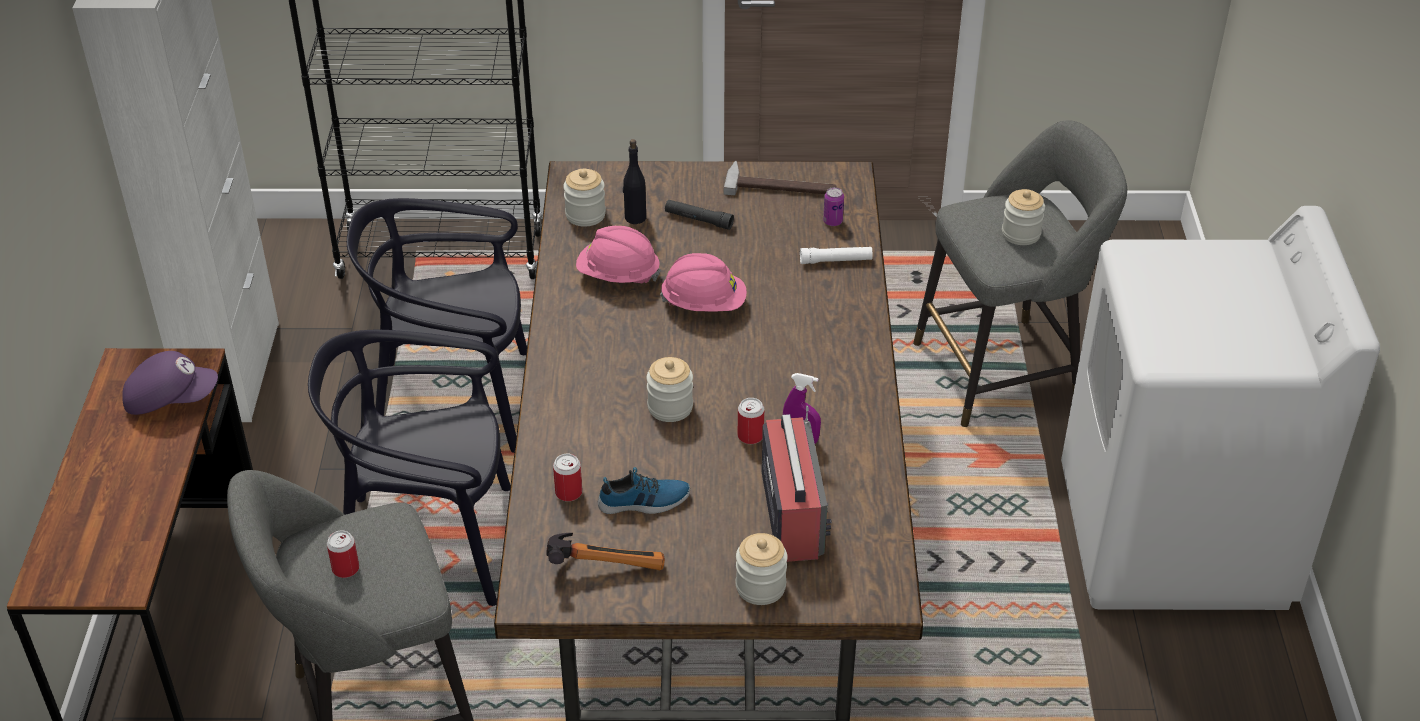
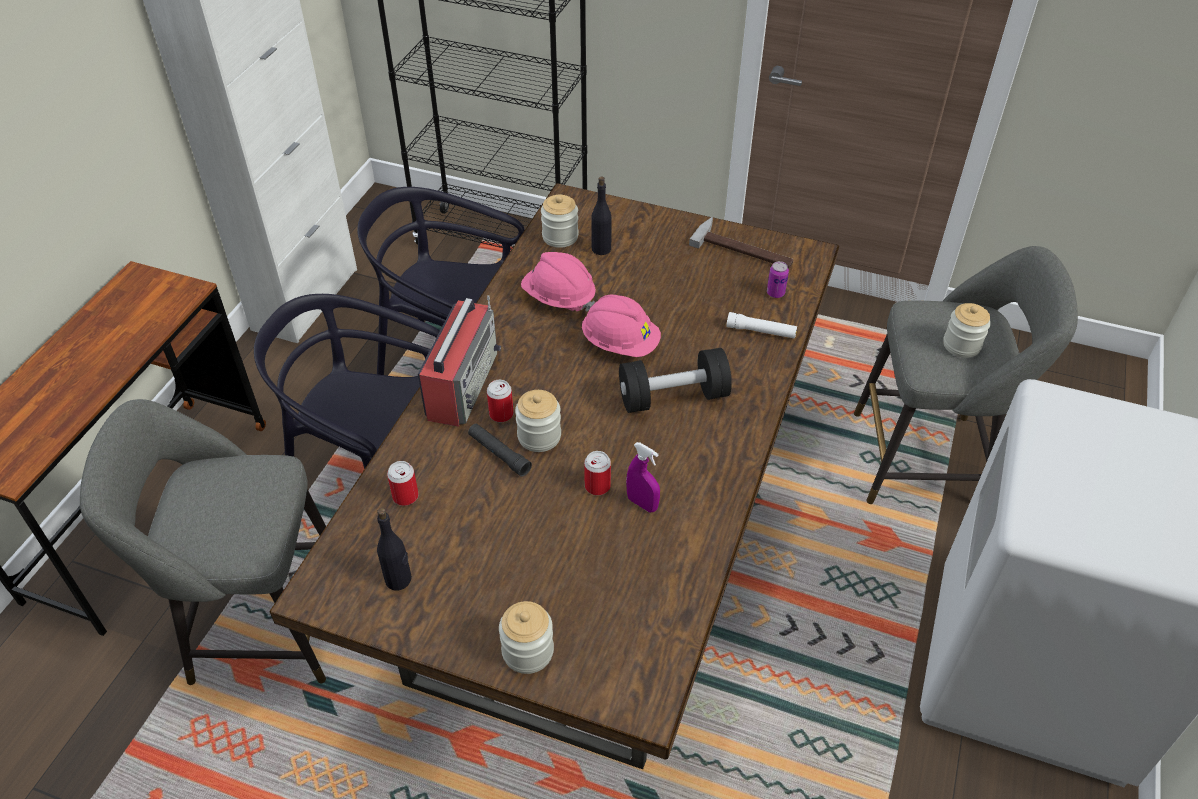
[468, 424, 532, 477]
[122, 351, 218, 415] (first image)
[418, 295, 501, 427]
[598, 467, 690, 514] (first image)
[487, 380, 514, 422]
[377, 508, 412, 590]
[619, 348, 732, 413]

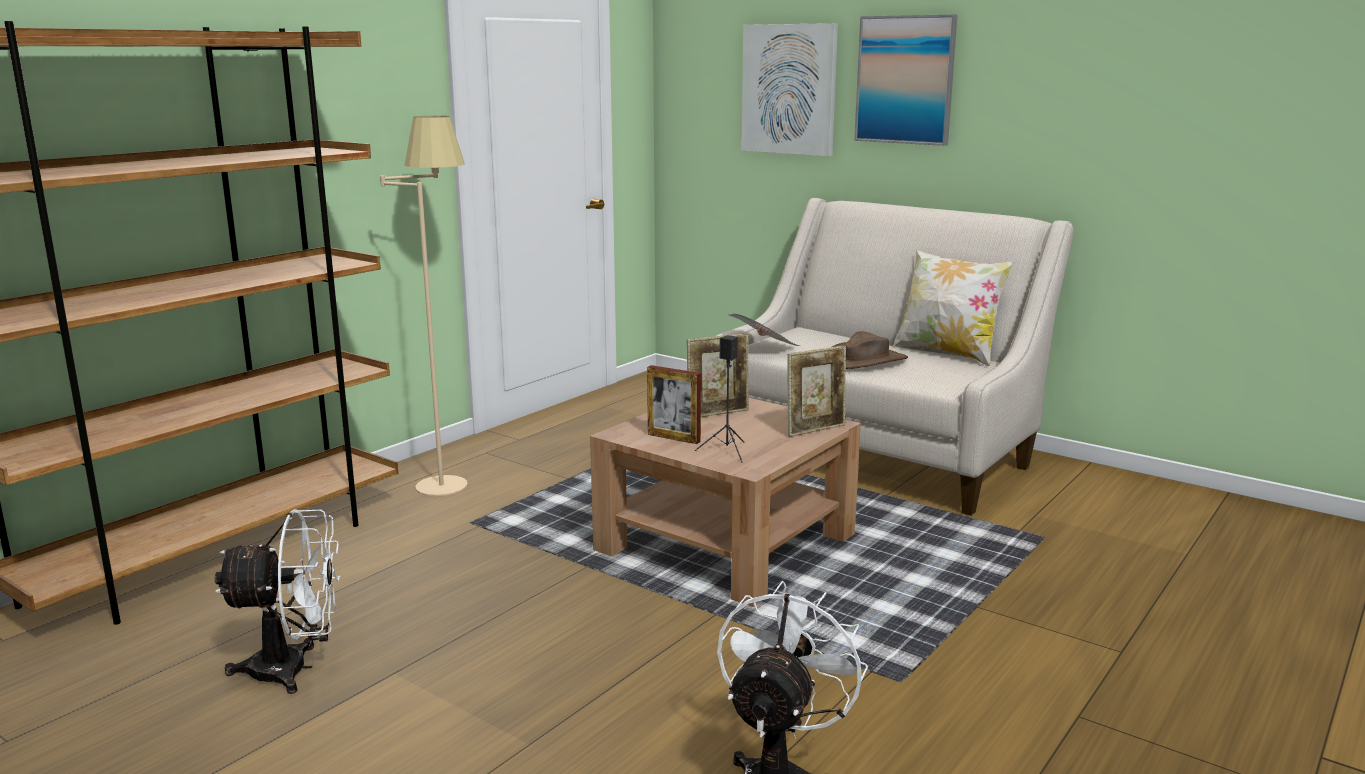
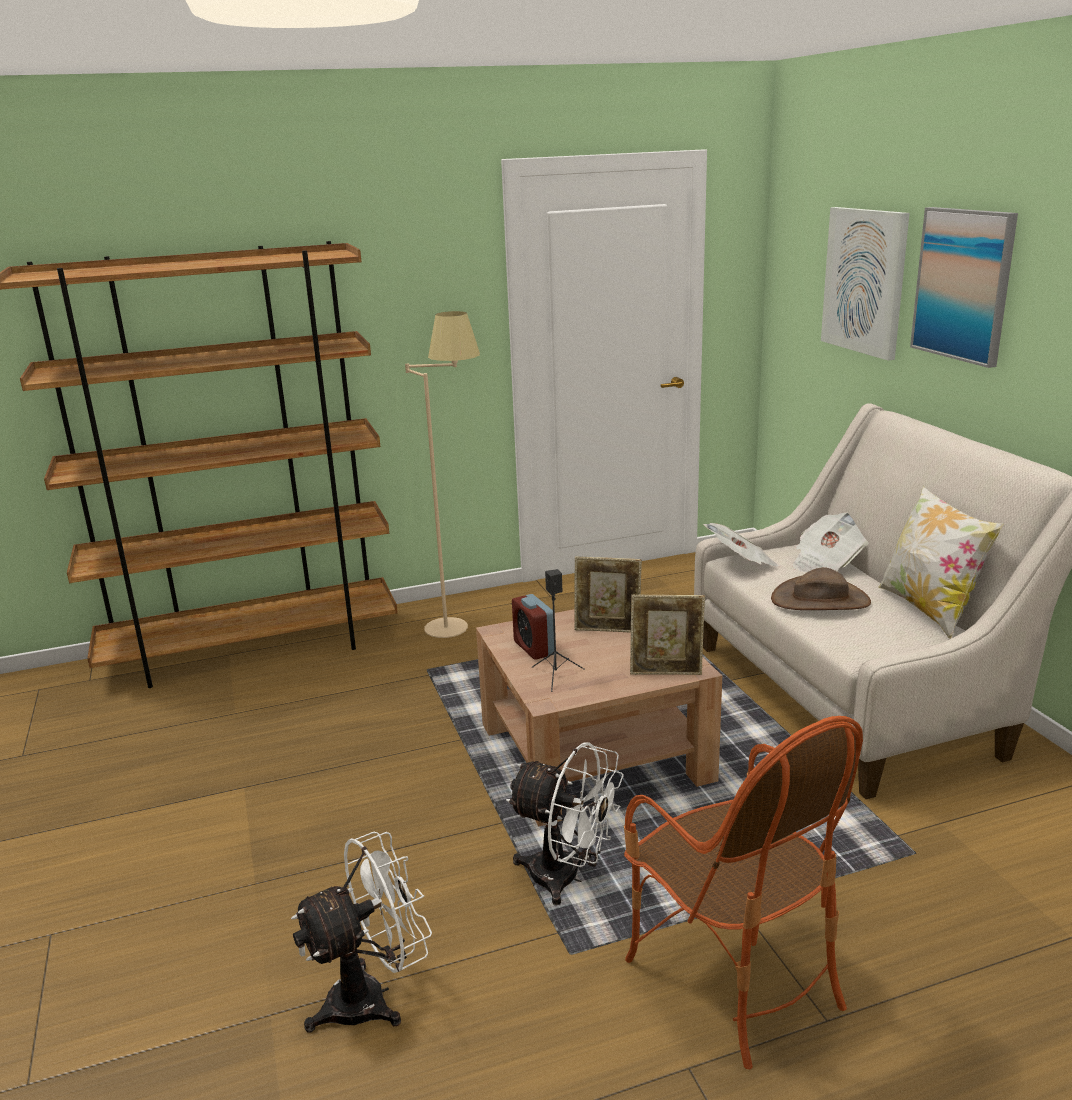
[512, 594, 554, 659]
[506, 742, 624, 905]
[792, 512, 869, 572]
[624, 716, 863, 1069]

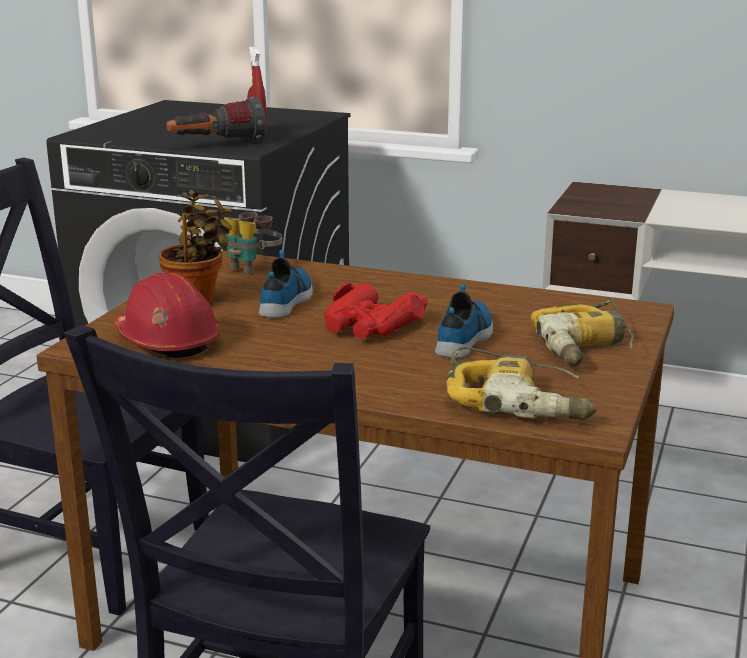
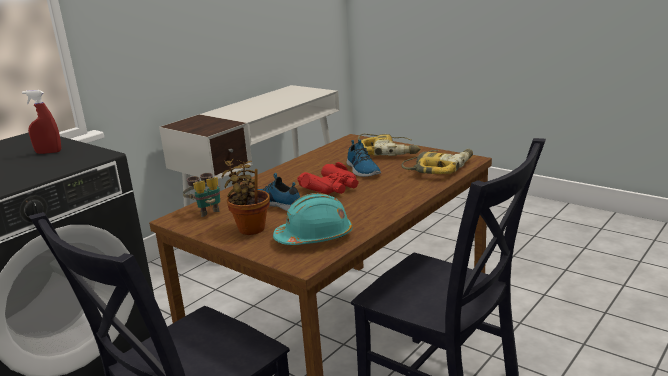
[166, 97, 266, 142] (first image)
[273, 193, 353, 245]
[346, 140, 381, 177]

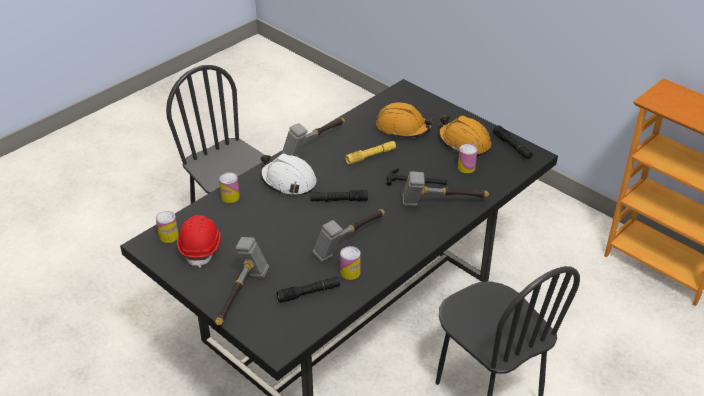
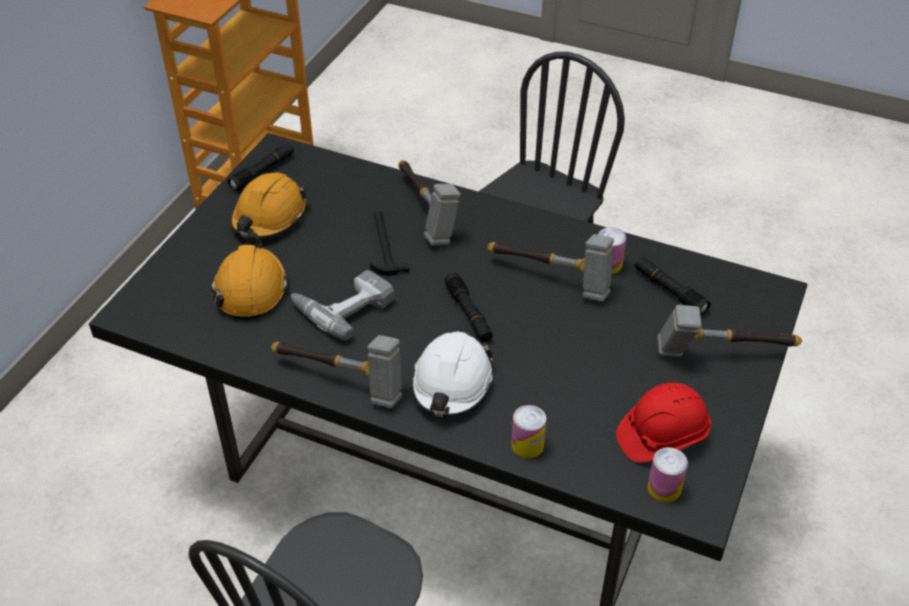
[291, 270, 394, 340]
[458, 144, 477, 173] (first image)

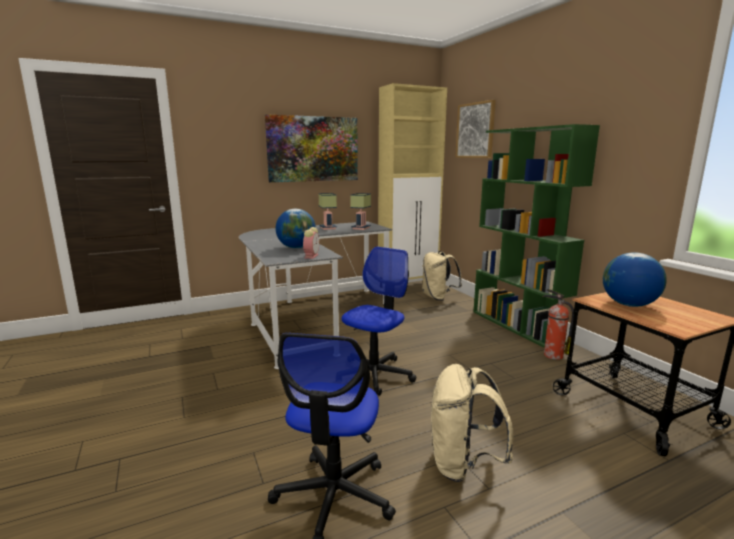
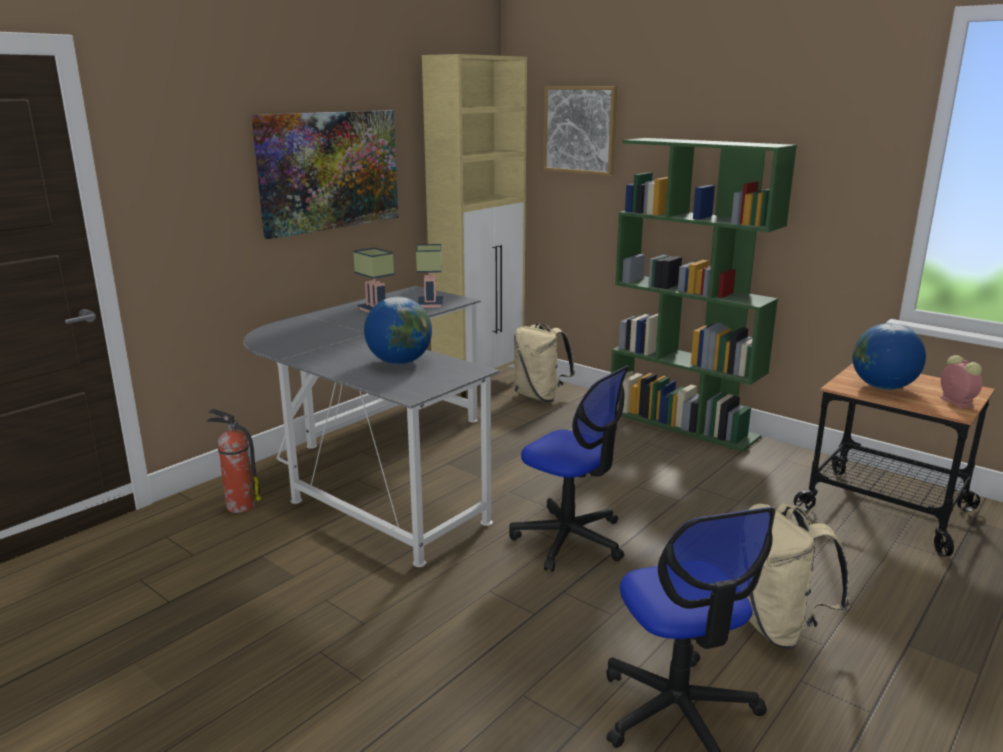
[940, 355, 982, 408]
[509, 365, 629, 572]
[206, 409, 262, 513]

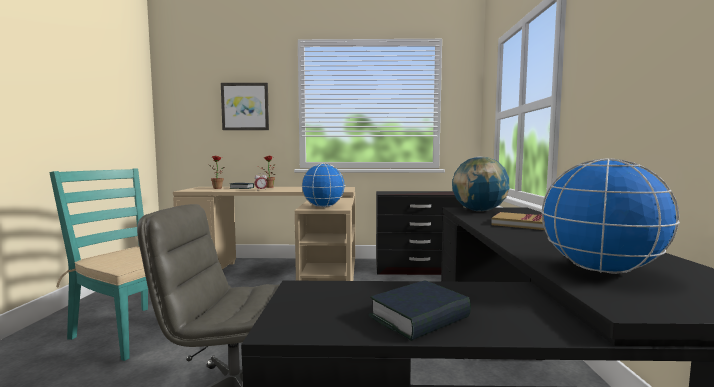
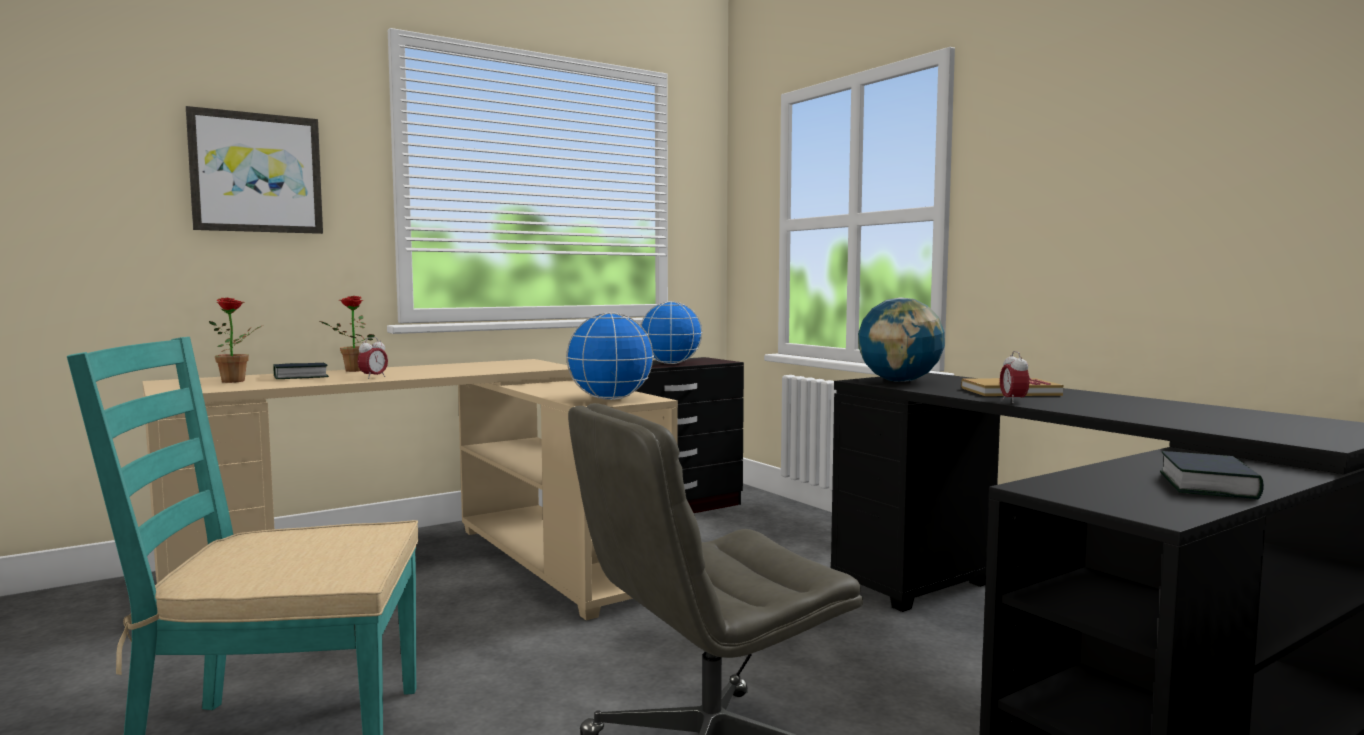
[640, 301, 702, 364]
[1000, 351, 1029, 403]

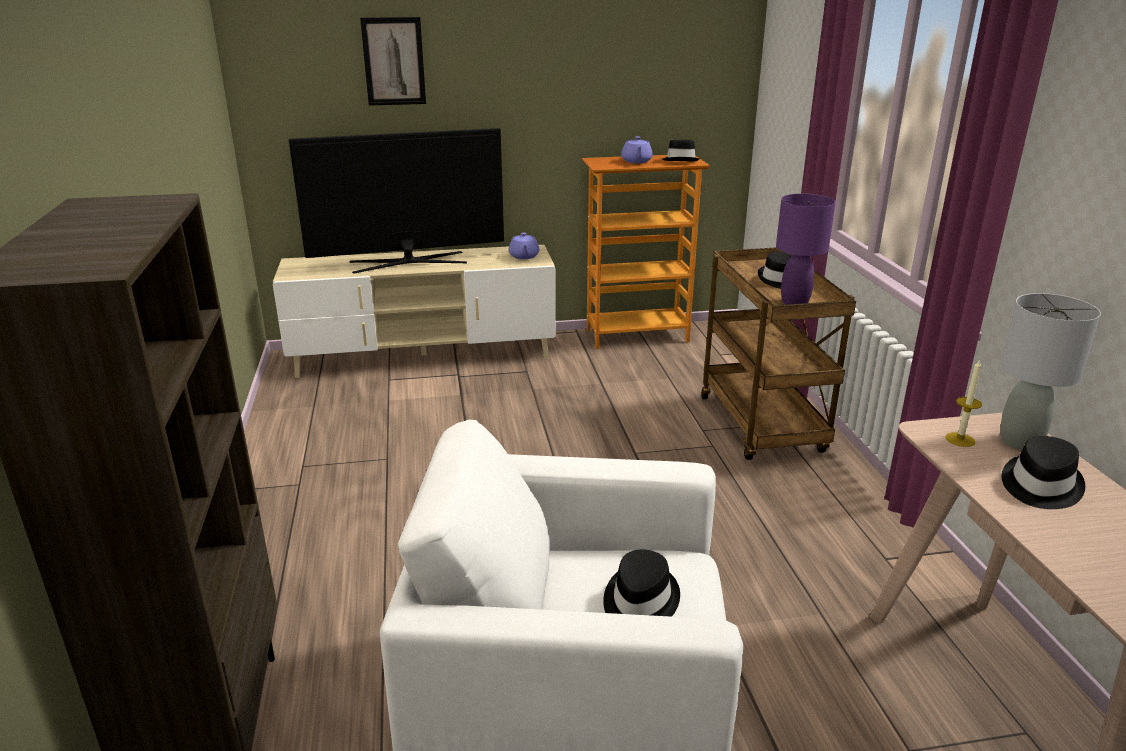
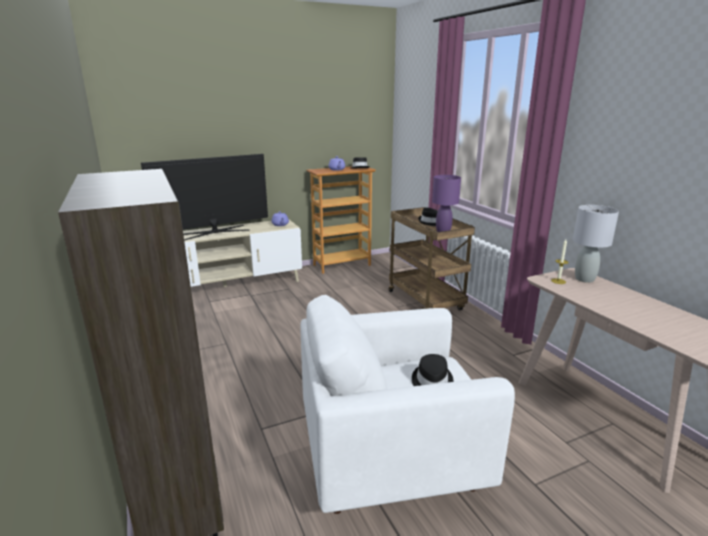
[360, 17, 426, 105] (first image)
[1002, 436, 1085, 509] (first image)

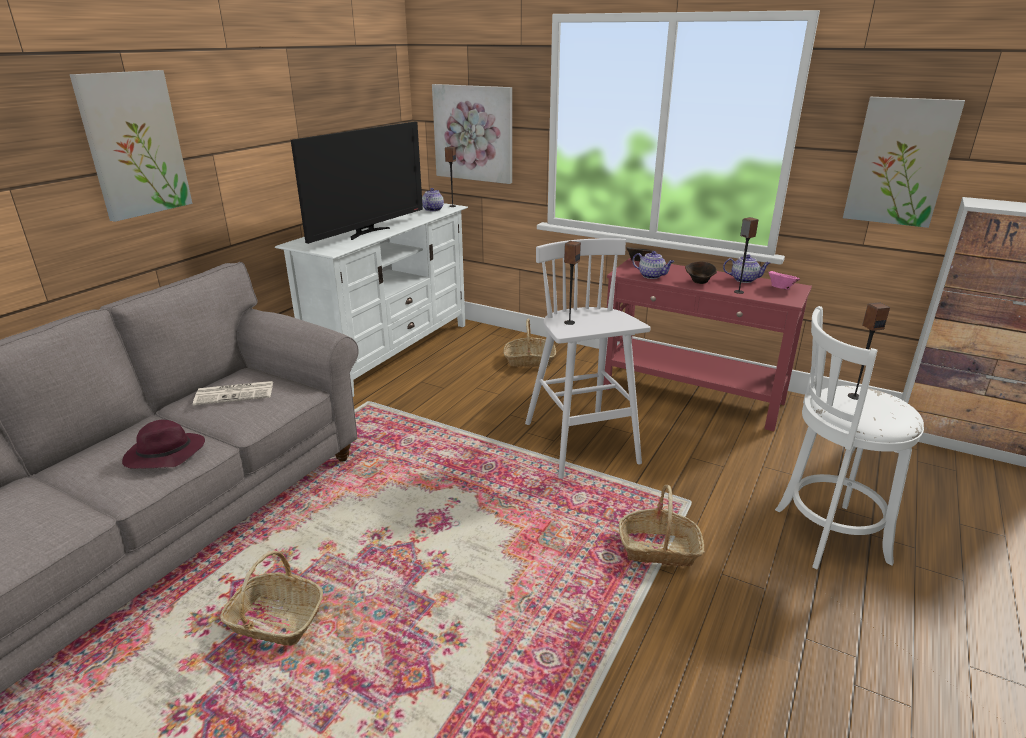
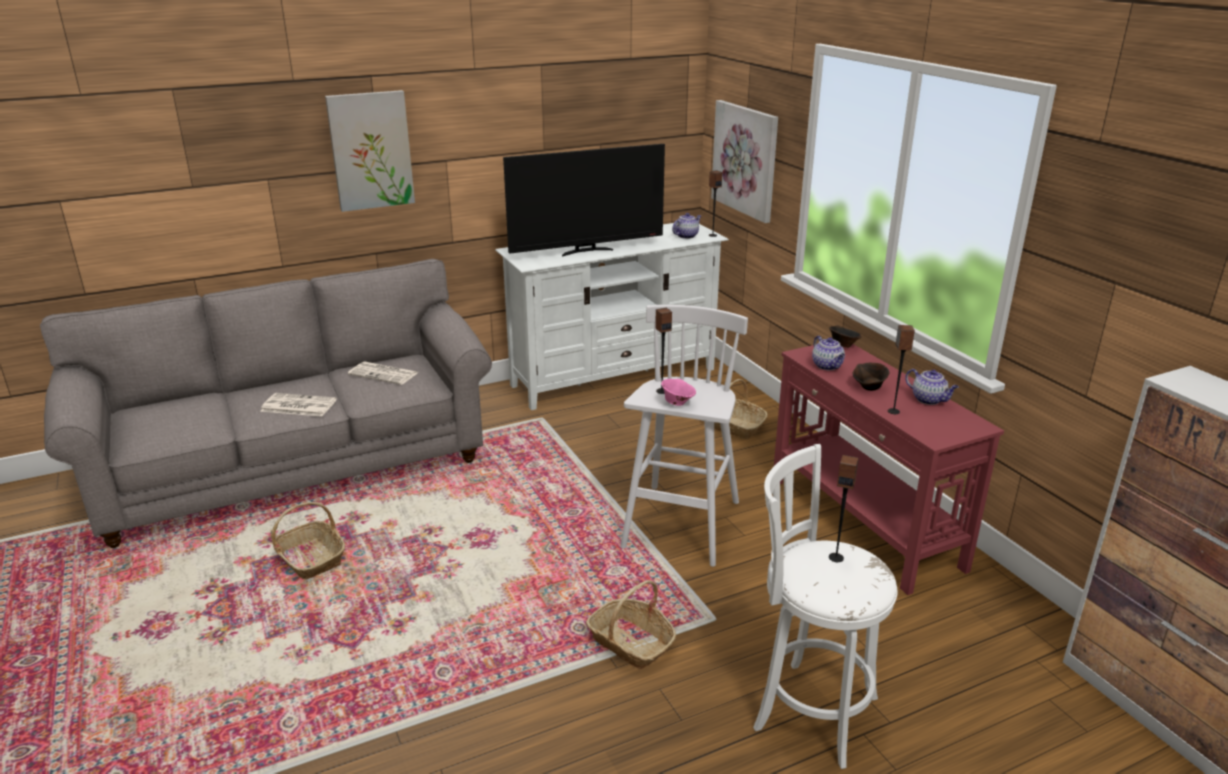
[843, 97, 965, 228] (first image)
[661, 379, 696, 406]
[260, 393, 337, 417]

